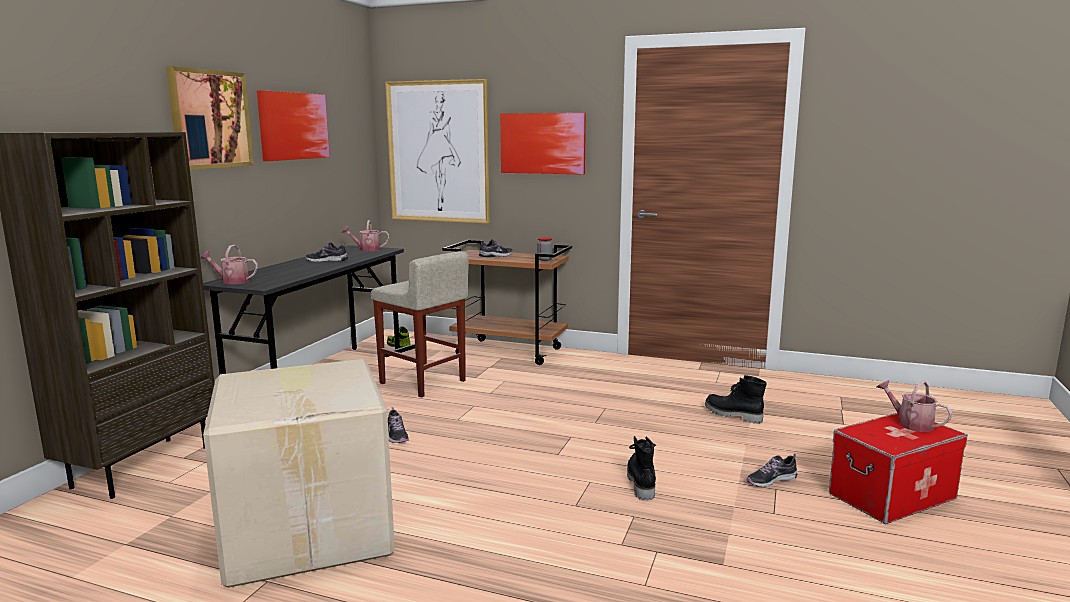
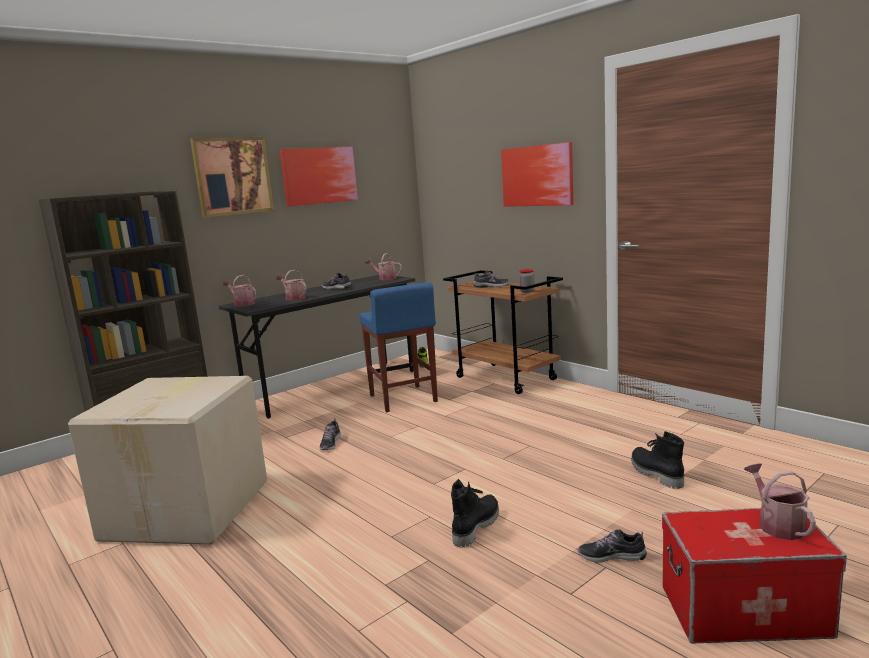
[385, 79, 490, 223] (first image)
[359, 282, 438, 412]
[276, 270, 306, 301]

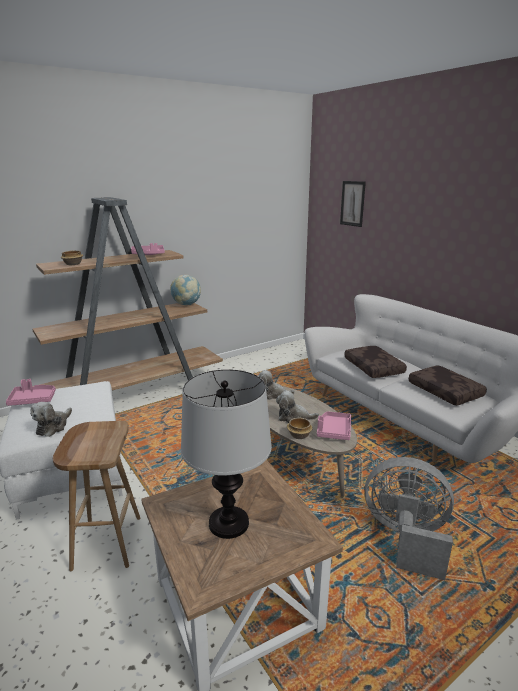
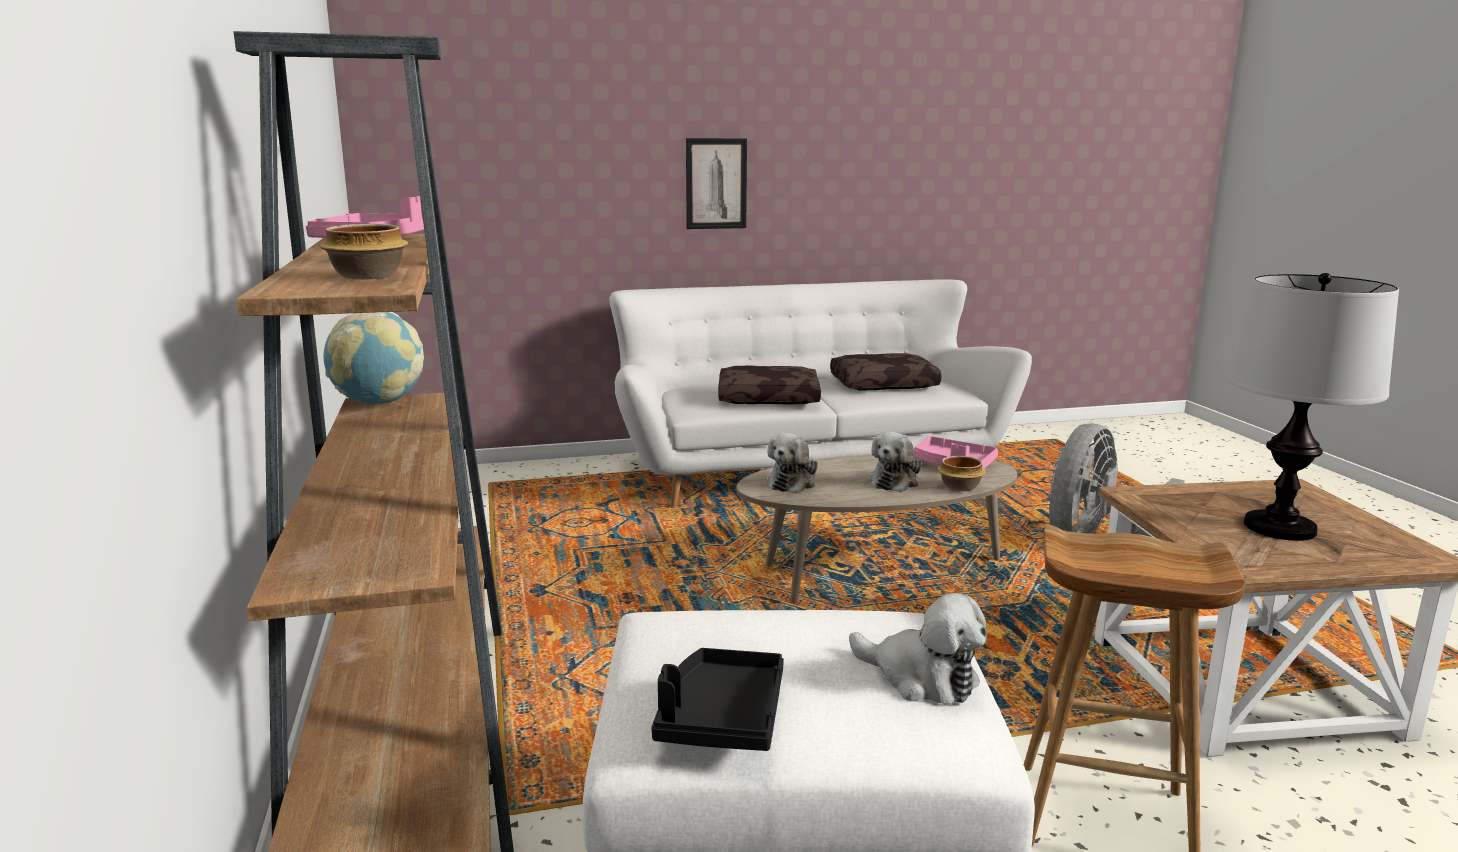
[686, 138, 747, 229]
[651, 648, 784, 751]

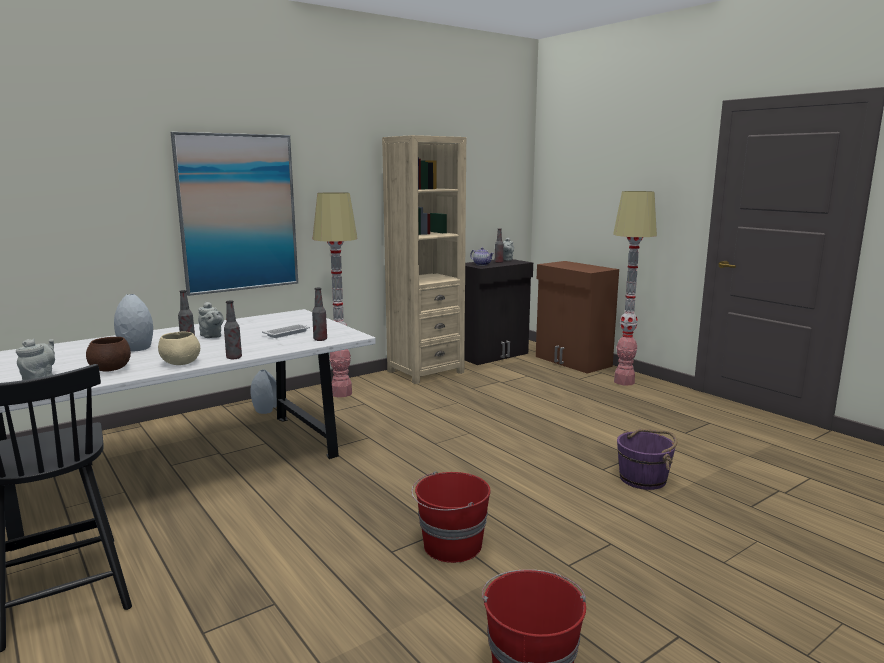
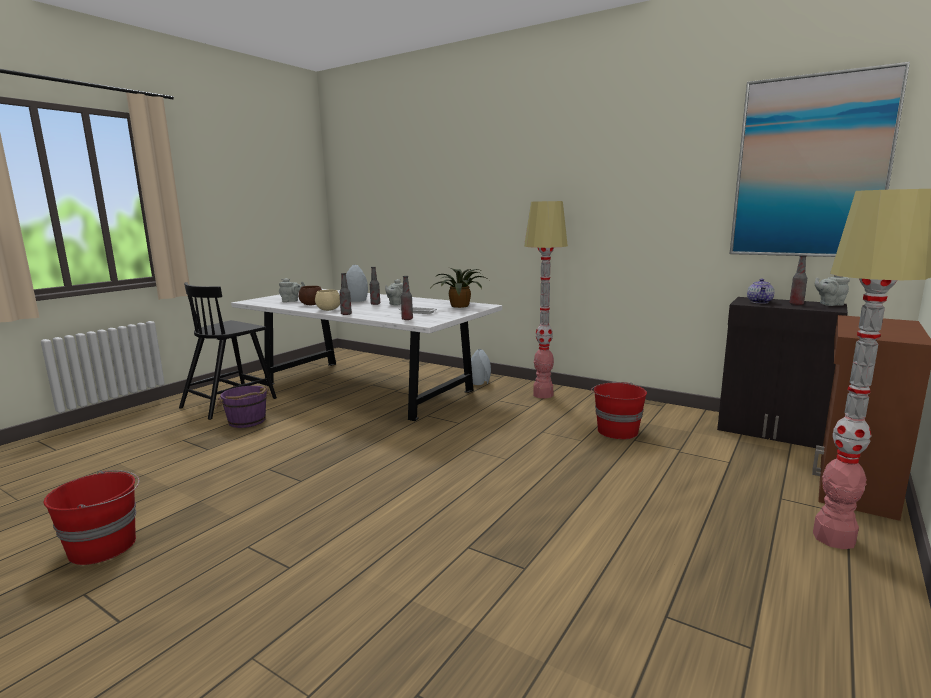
[730, 62, 910, 257]
[382, 135, 466, 384] (first image)
[215, 386, 272, 428]
[591, 382, 647, 439]
[430, 267, 489, 308]

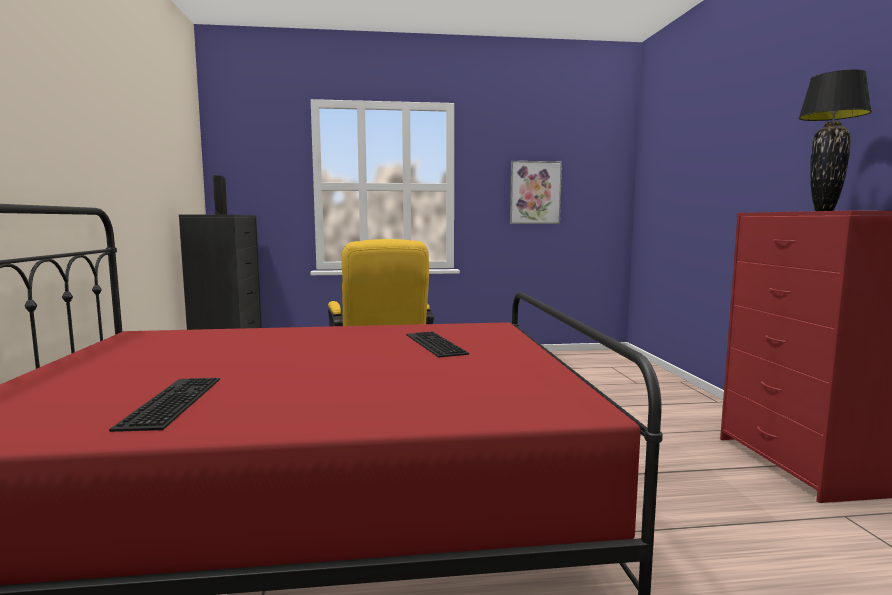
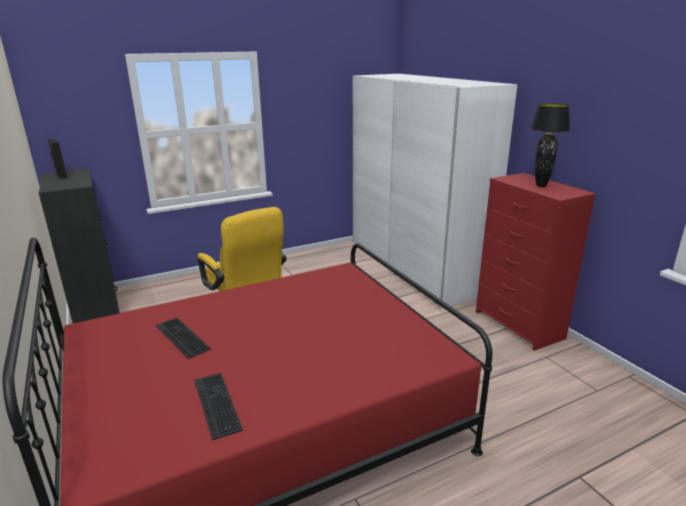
[510, 161, 562, 224] (first image)
[156, 318, 211, 359]
[353, 74, 517, 308]

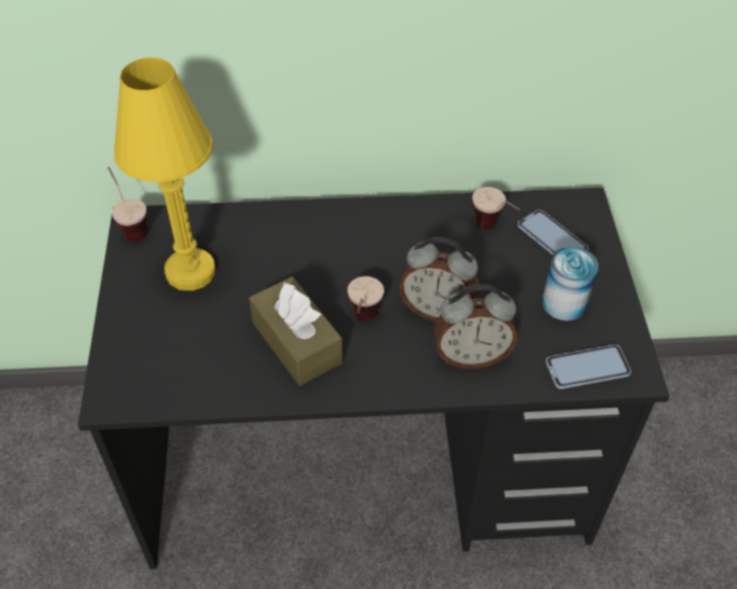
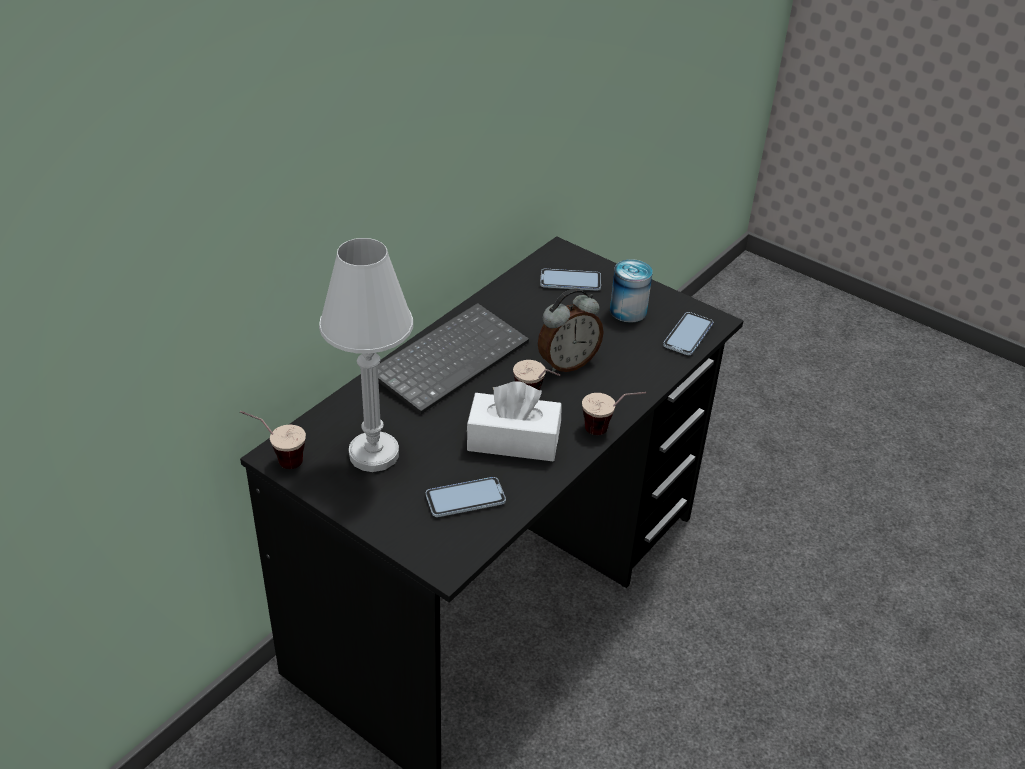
[319, 238, 413, 472]
[582, 392, 646, 435]
[467, 381, 562, 461]
[434, 284, 517, 369] (first image)
[378, 303, 529, 415]
[426, 477, 506, 517]

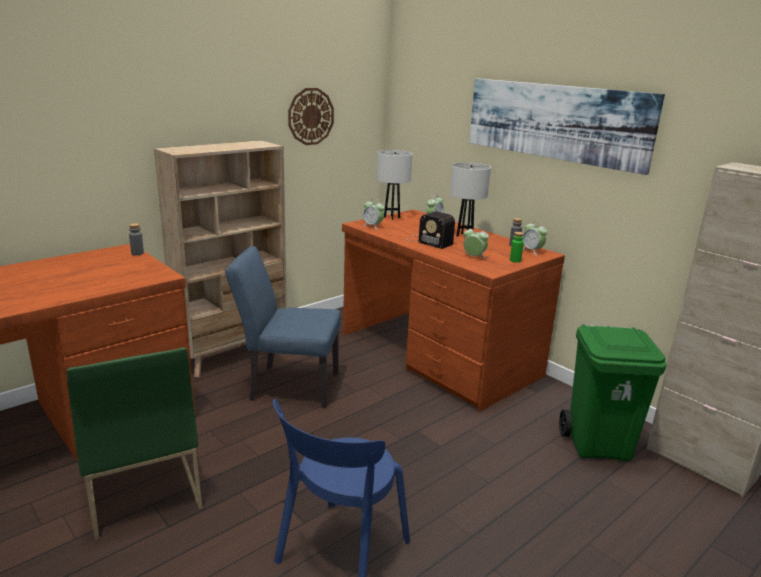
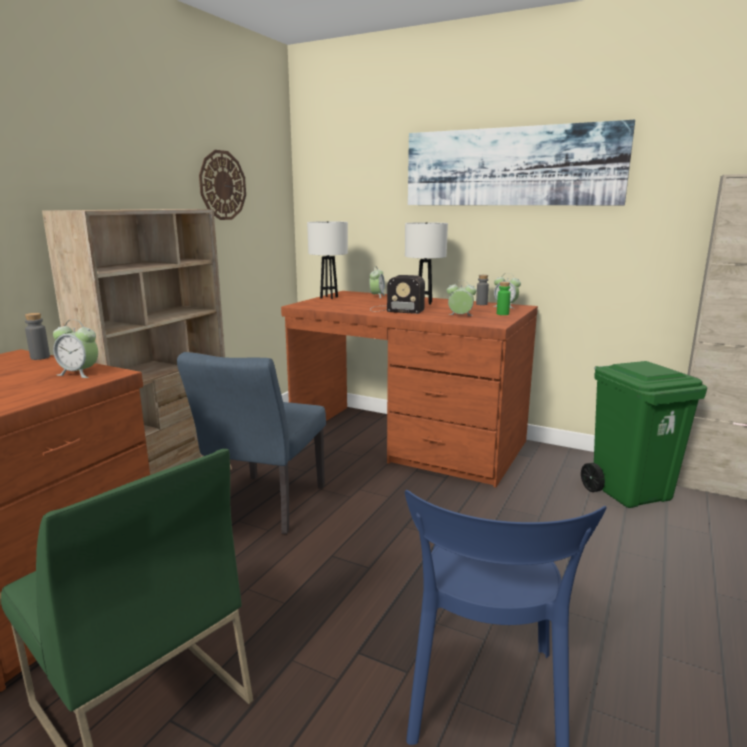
[53, 320, 98, 378]
[177, 352, 326, 534]

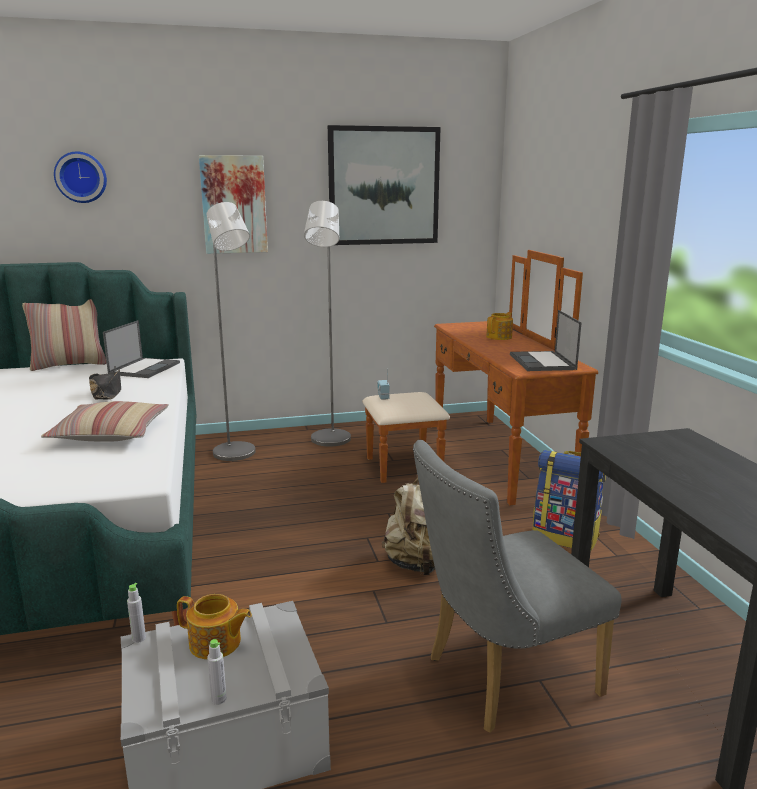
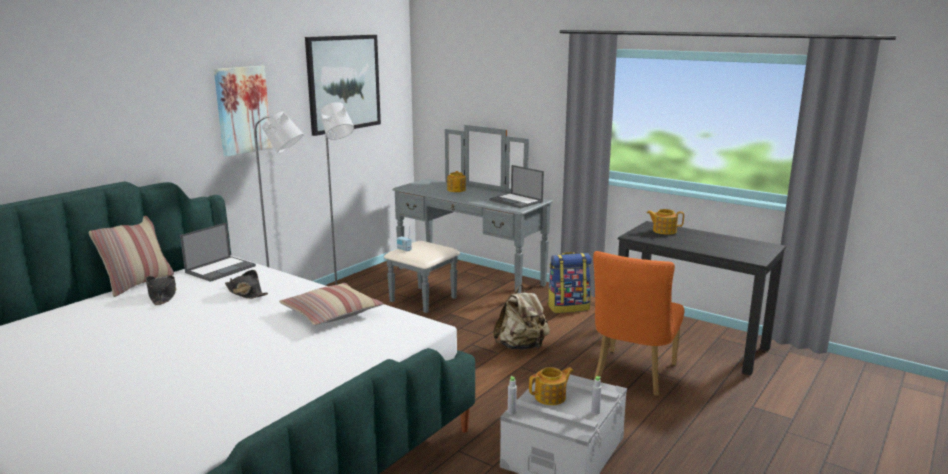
[54, 152, 107, 203] (first image)
[384, 125, 553, 313]
[180, 222, 256, 282]
[593, 251, 684, 396]
[647, 209, 684, 235]
[146, 275, 177, 305]

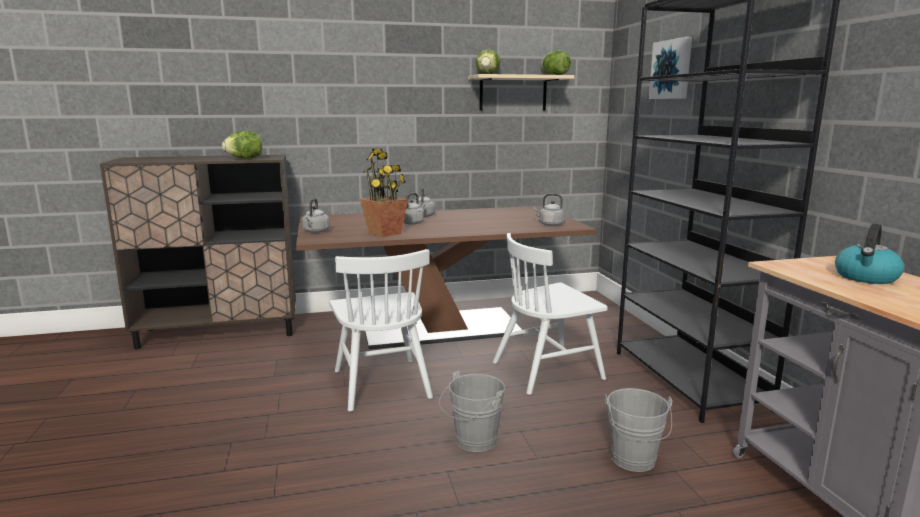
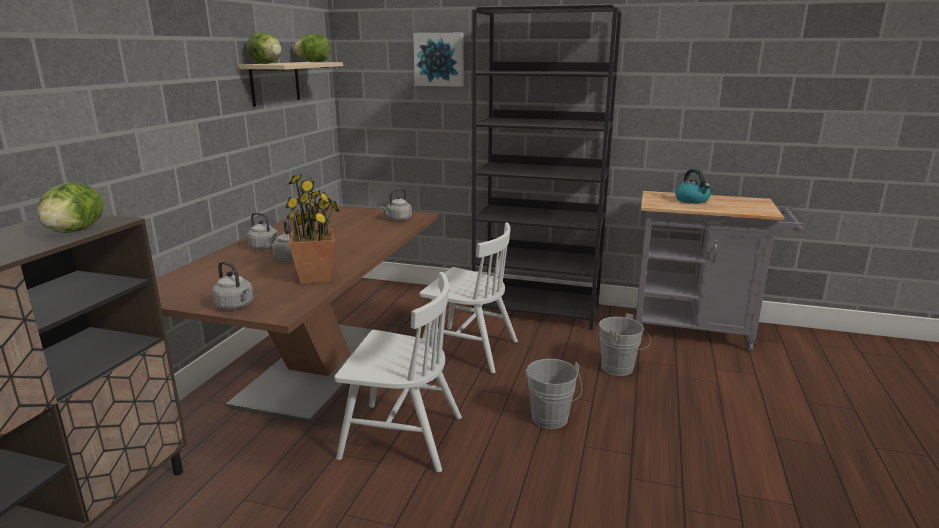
[420, 222, 518, 373]

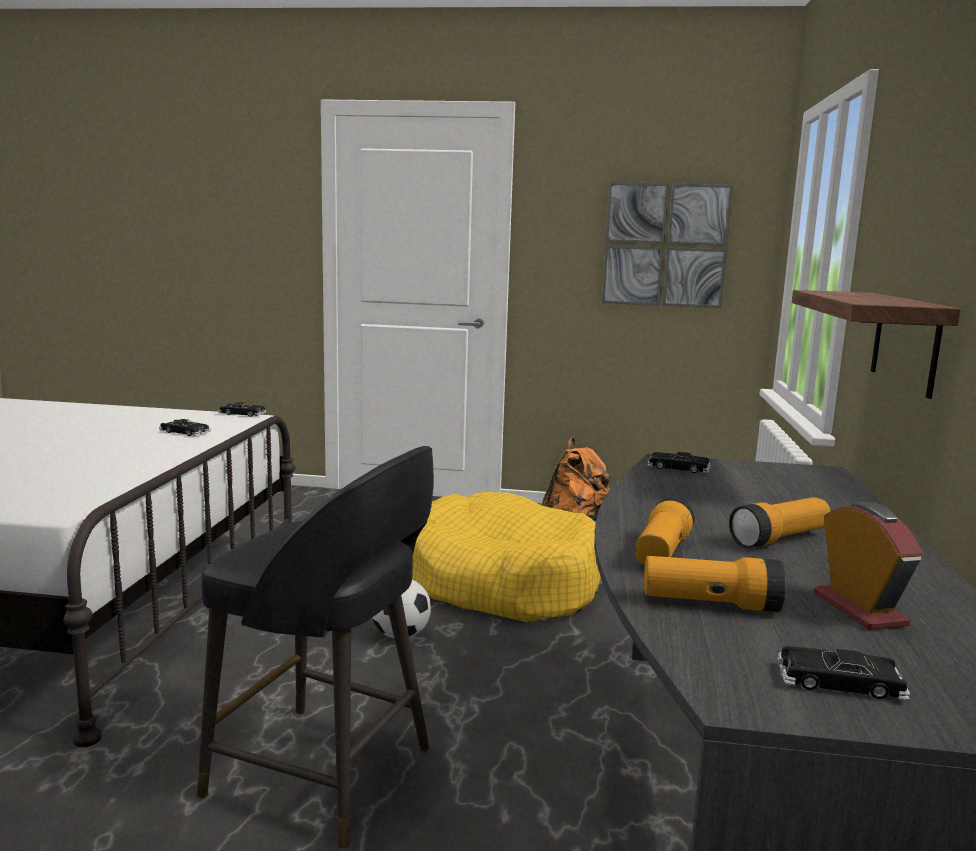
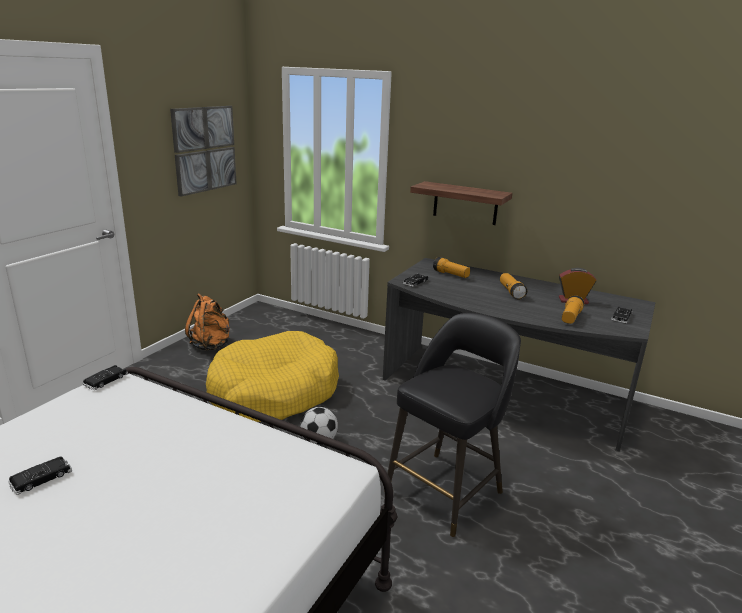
[8, 456, 72, 495]
[433, 257, 470, 278]

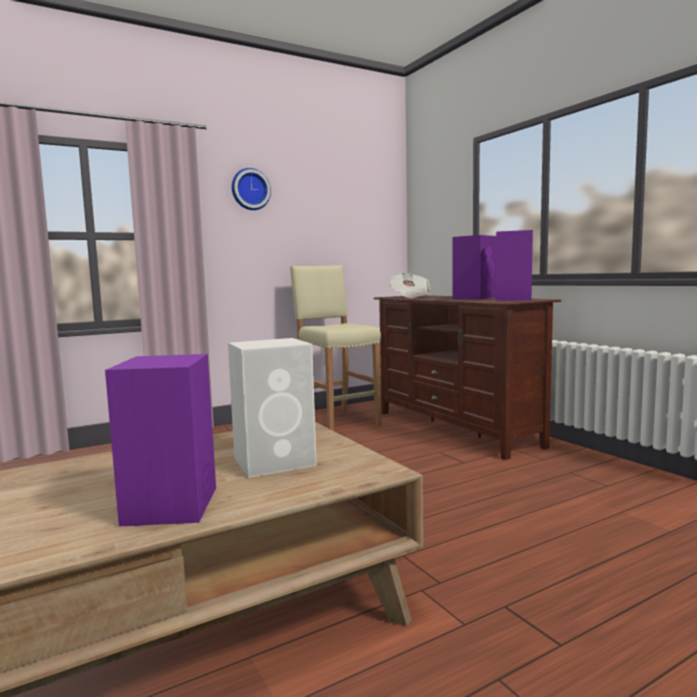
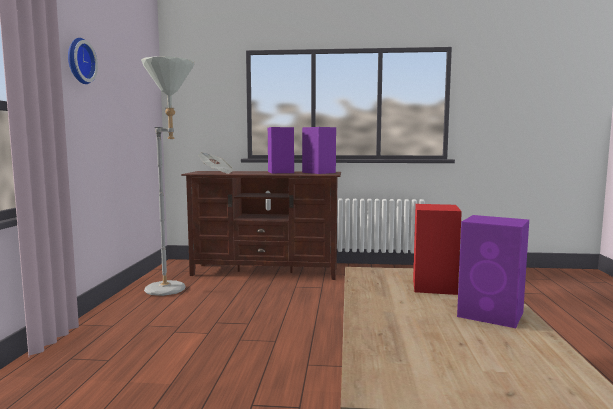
[141, 57, 194, 296]
[413, 204, 462, 295]

